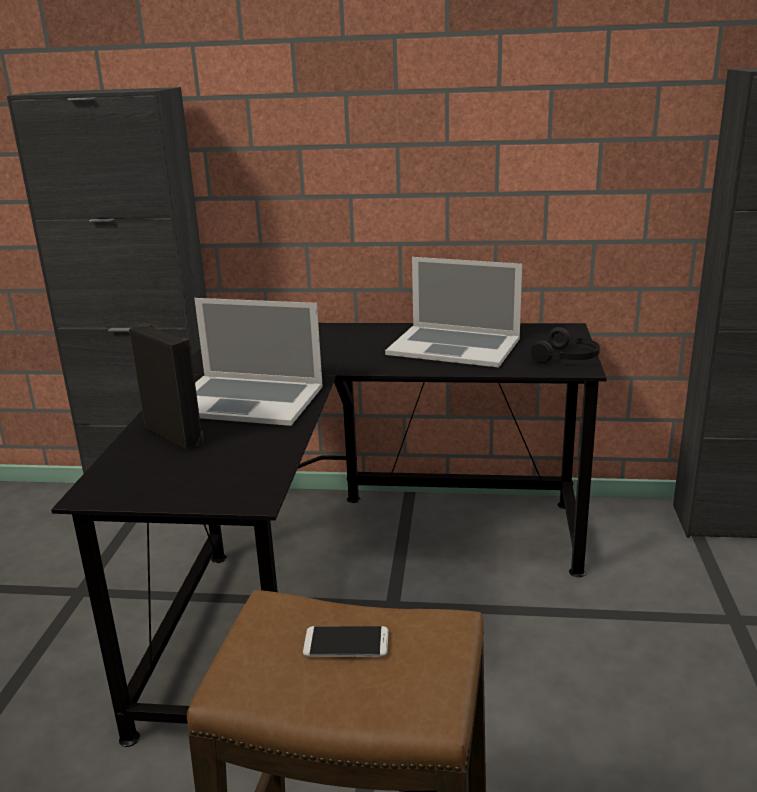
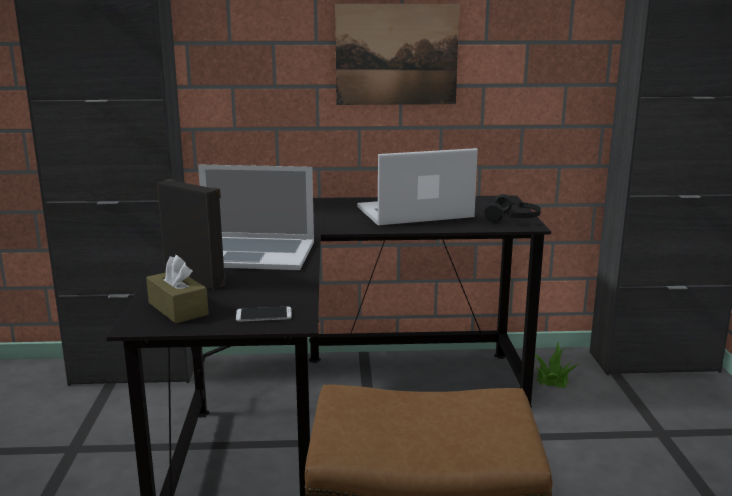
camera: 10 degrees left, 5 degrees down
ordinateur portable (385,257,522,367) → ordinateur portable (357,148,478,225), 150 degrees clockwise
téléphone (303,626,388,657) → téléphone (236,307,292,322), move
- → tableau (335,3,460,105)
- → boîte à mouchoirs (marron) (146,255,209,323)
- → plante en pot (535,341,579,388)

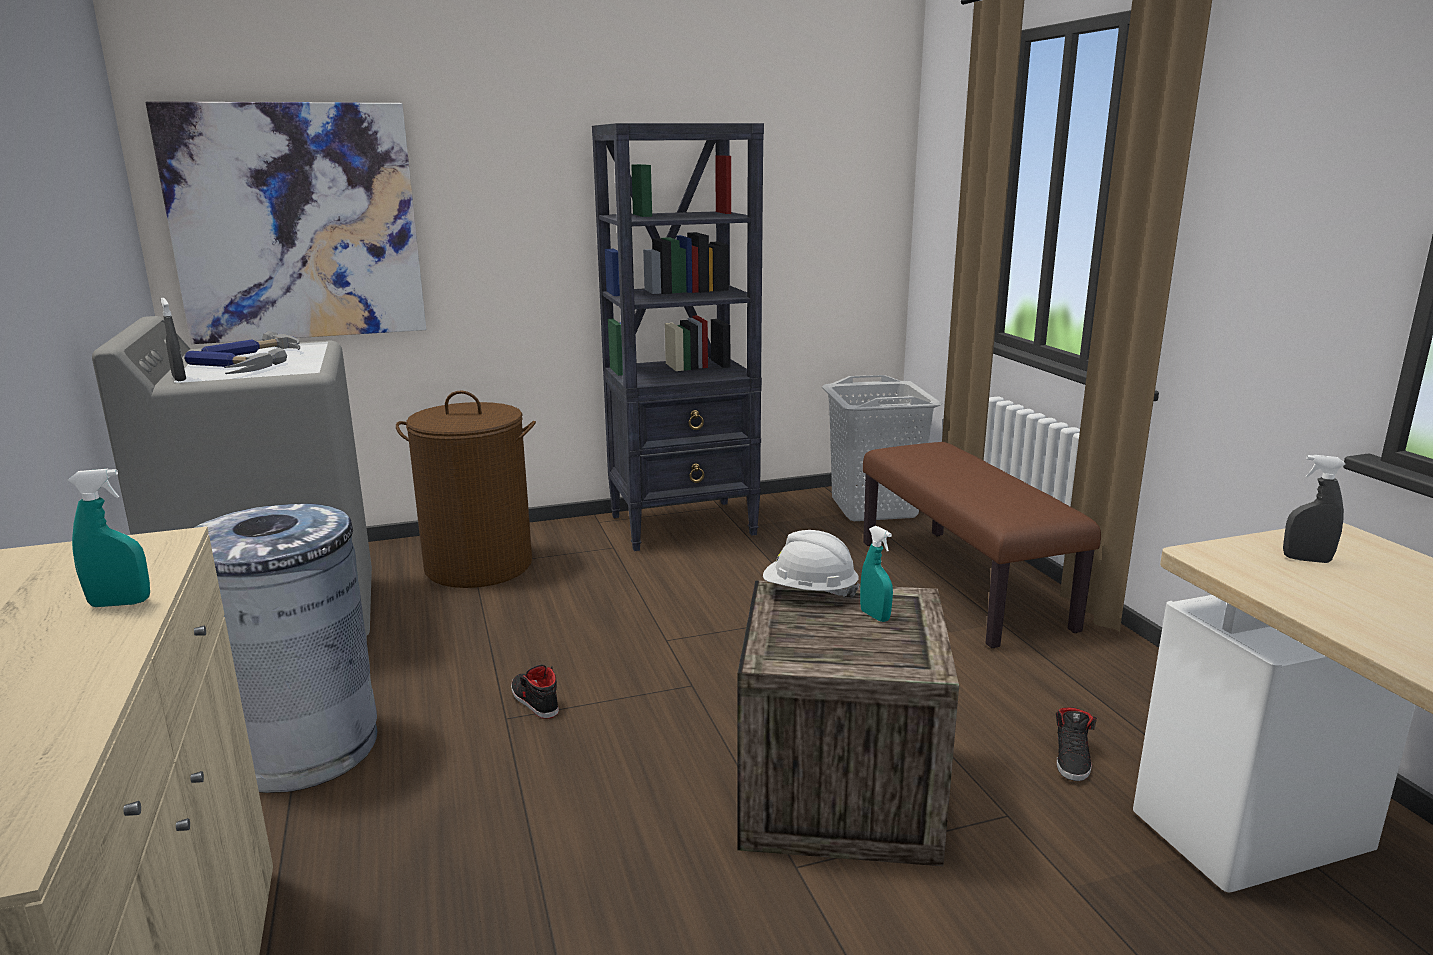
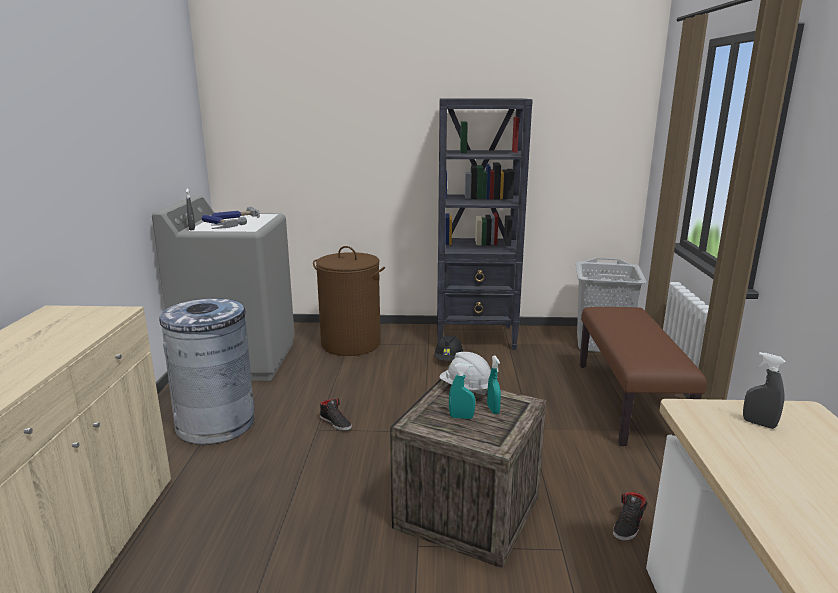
camera: 20 degrees right, 0 degrees up
tableau (146,101,426,344) → -
vaporisateur (turquoise) (68,469,150,607) → vaporisateur (turquoise) (449,363,475,419), move
chaussure (noir) (511,664,559,718) → chaussure (noir) (320,398,352,431), 150 degrees clockwise
- → casque de chantier (noir) (435,335,464,361)

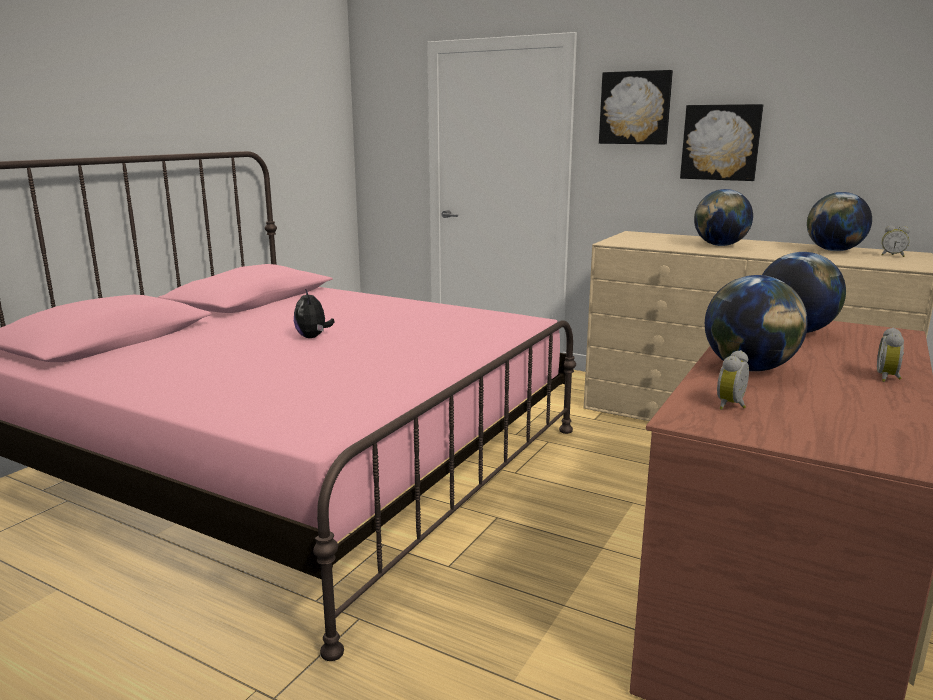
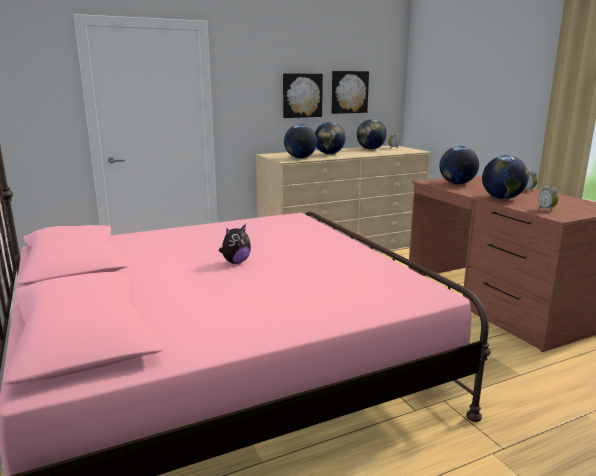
camera: 55 degrees left, 0 degrees up
tableau (599,70,673,145) → tableau (332,71,369,114), move
peluche (294,289,335,338) → peluche (219,224,251,264), 60 degrees counterclockwise
- → globe (284,124,317,158)

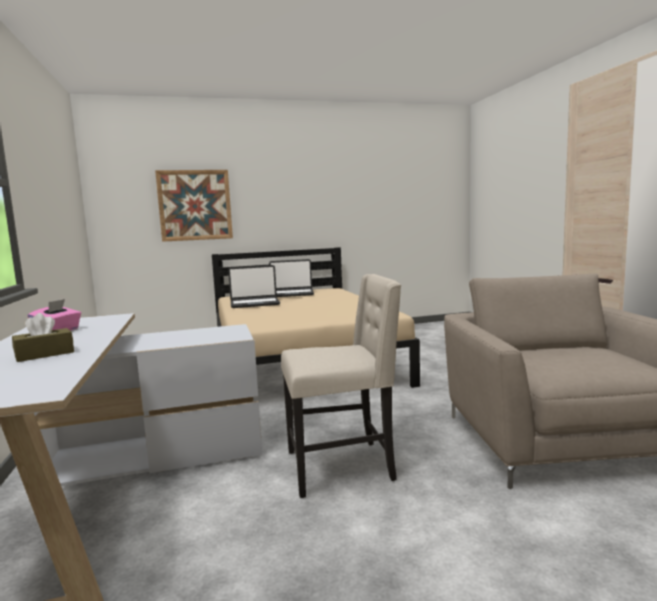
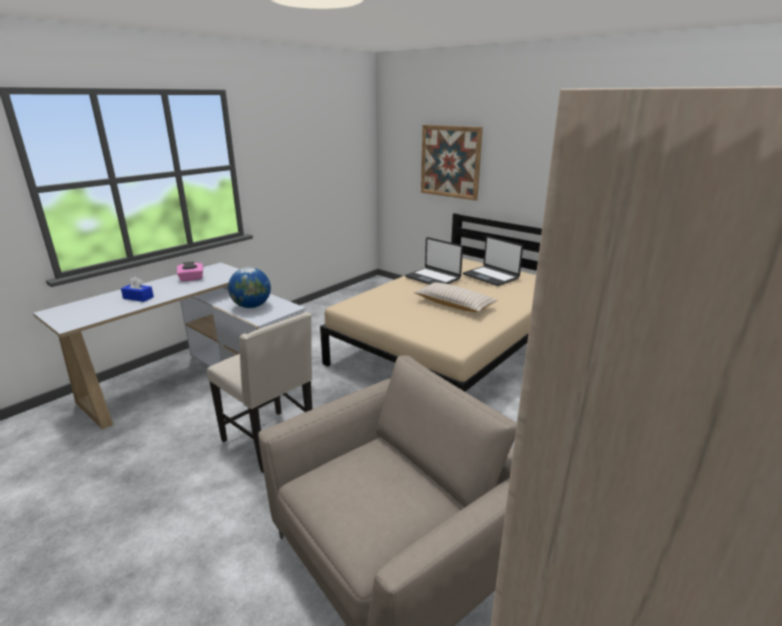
camera: 55 degrees right, 15 degrees up
boîte à mouchoirs (marron) (12,313,74,362) → boîte à mouchoirs (bleu) (121,277,154,302)
- → globe (228,267,271,308)
- → coussin (beige) (414,282,497,312)

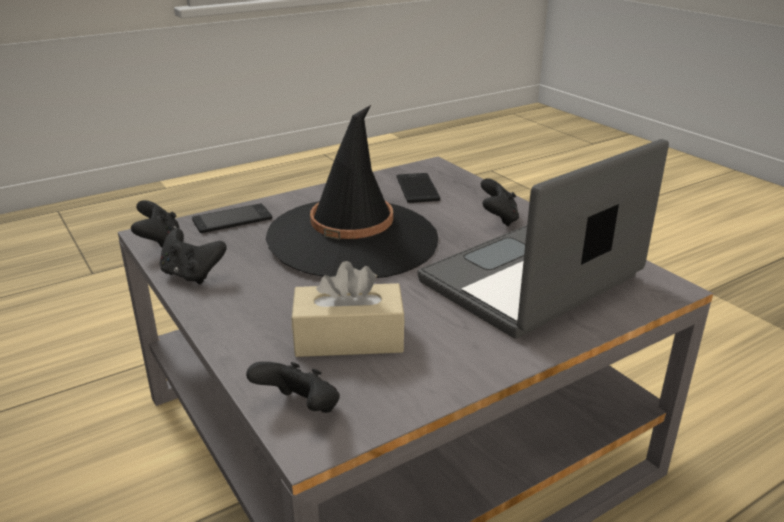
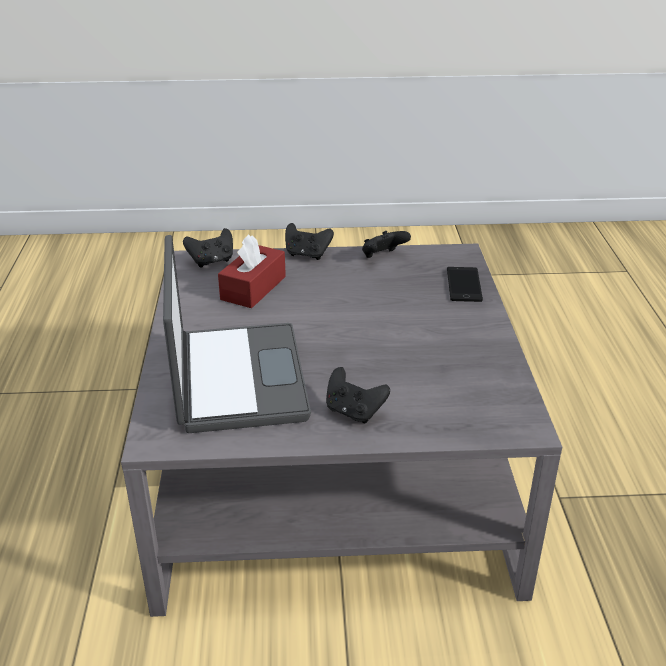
camera: 120 degrees right, 5 degrees up
chapeau (noir) (266,105,438,278) → -
téléphone (397,173,440,203) → -
manette (noir) (131,200,179,247) → manette (noir) (285,223,334,260), move
boîte à mouchoirs (beige) (292,261,405,357) → boîte à mouchoirs (rouge) (218,234,286,308)

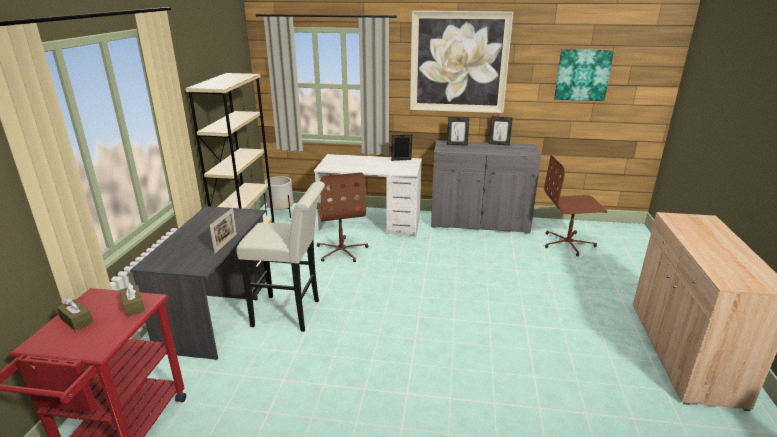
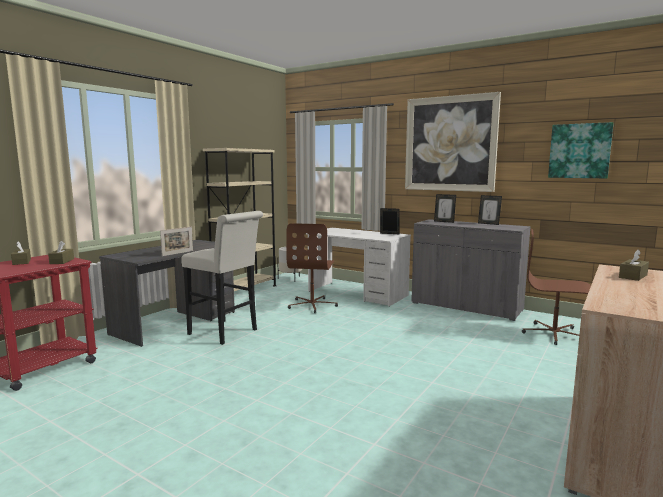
camera: 25 degrees right, 15 degrees down
- → boîte à mouchoirs (marron) (619,250,649,281)

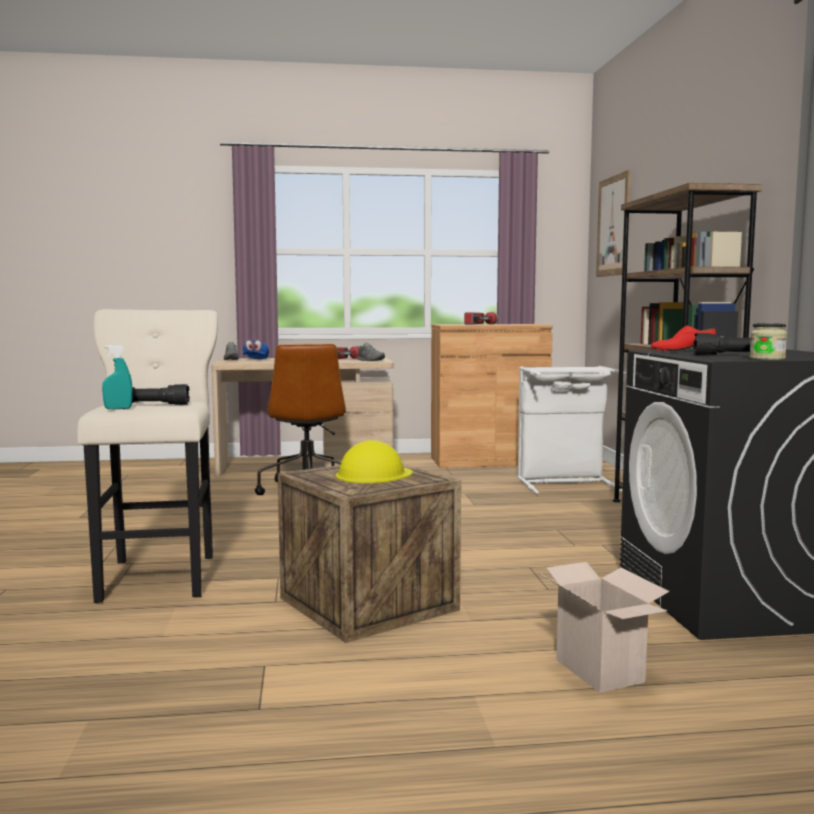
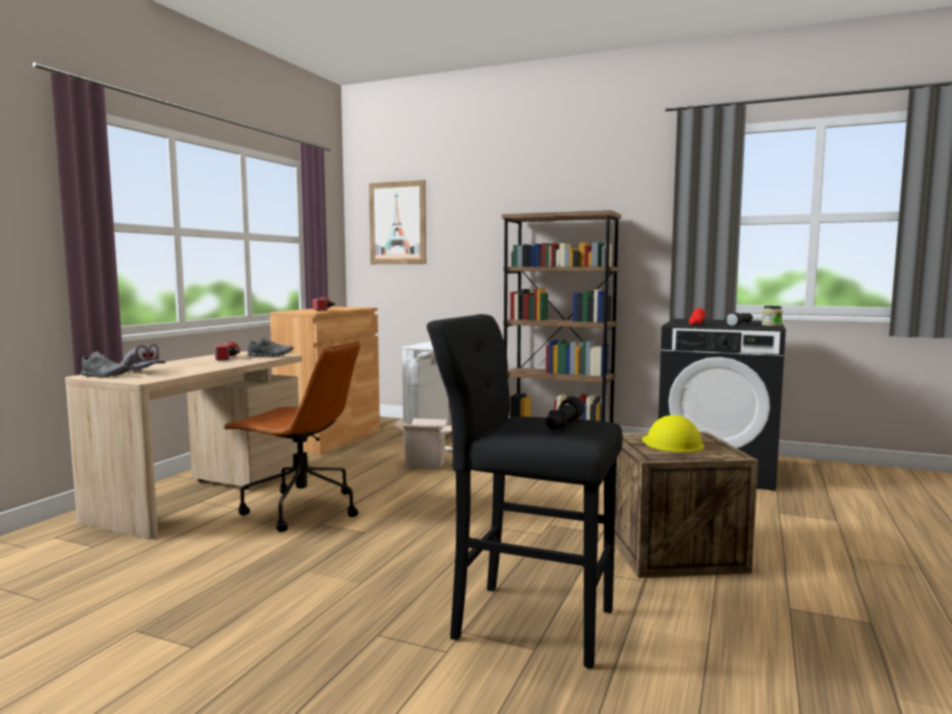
camera: 60 degrees left, 0 degrees up
tabouret (beige) (77,309,218,603) → tabouret (noir) (427,314,623,669)
casquette (bleu) (243,339,269,359) → casquette (gris) (120,344,166,371)
vaporisateur (turquoise) (102,345,133,409) → -
carton (541,562,669,693) → carton (393,419,452,470), move

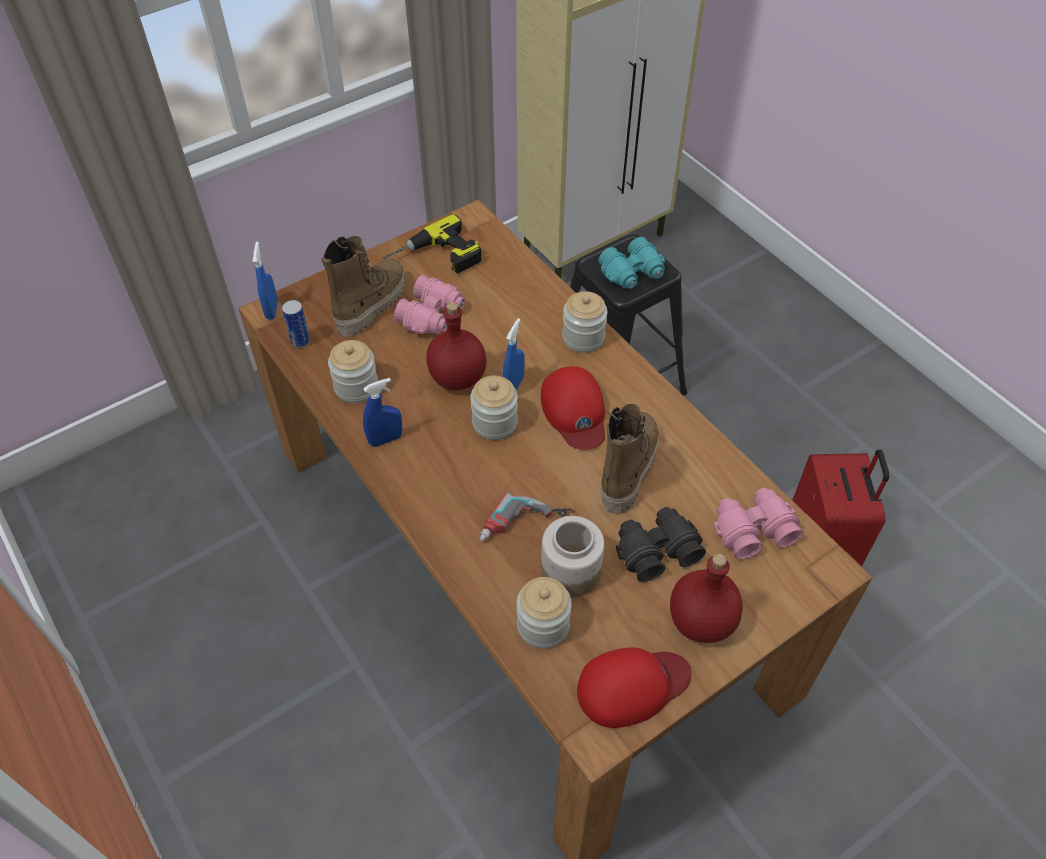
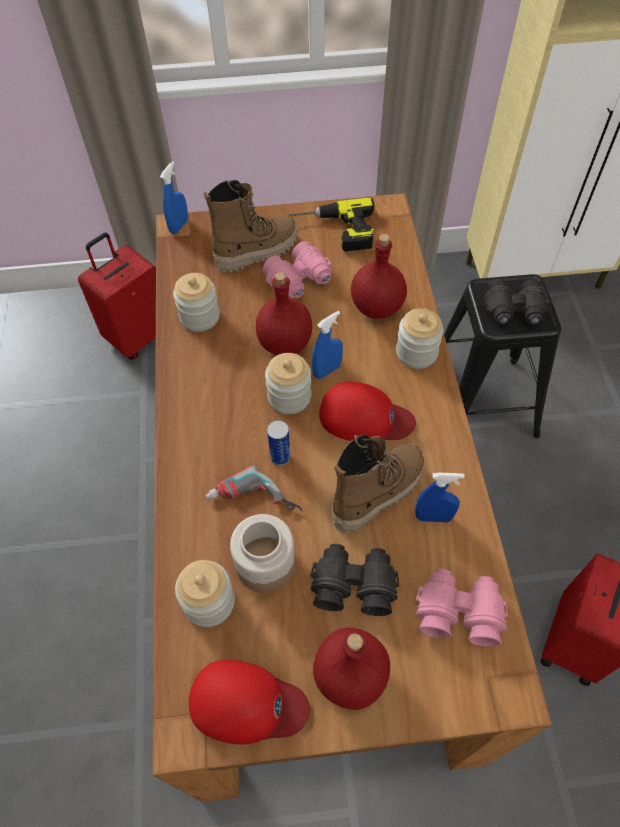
camera: 30 degrees right, 5 degrees up
jumelles (turquoise) (599,237,665,289) → jumelles (noir) (484,279,550,325)
boîte métallique (282,300,310,348) → boîte métallique (267,420,291,465), move
casquette (rouge) (541,366,605,450) → casquette (rouge) (319,382,416,441), 90 degrees counterclockwise
vaporisateur (bleu) (363,378,402,447) → vaporisateur (bleu) (415,473,465,522), move
- → valise (rouge) (78,233,156,360)
- → bouteille (rouge) (351,234,407,319)

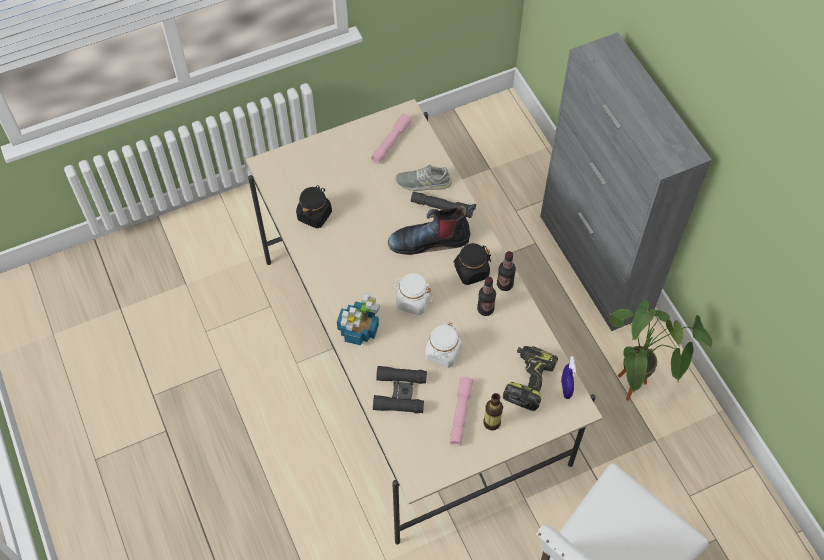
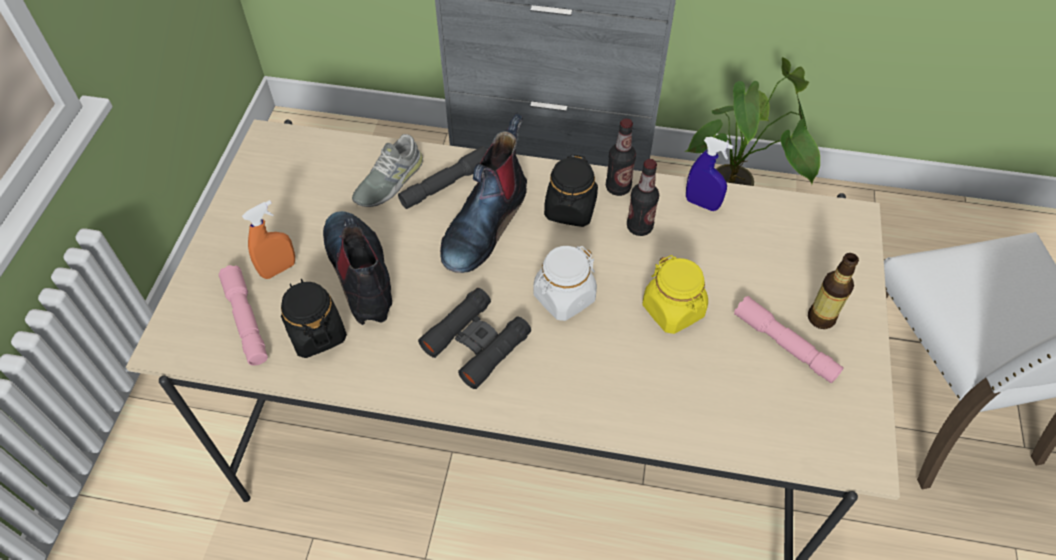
camera: 55 degrees left, 5 degrees down
lampe de poche (rose) (371,114,412,164) → lampe de poche (rose) (218,265,268,366), move
plante en pot (337,293,380,346) → -
bocal (blanc) (425,322,462,368) → bocal (jaune) (642,255,708,334)
perceuse (503,346,558,411) → -
vaporisateur (bleu) (561,356,576,399) → vaporisateur (bleu) (686,137,733,211), move
jumelles (noir) (373,366,427,414) → jumelles (noir) (418,288,531,389), move
- → vaporisateur (orange) (242,200,295,279)
- → botte (323,211,392,325)

